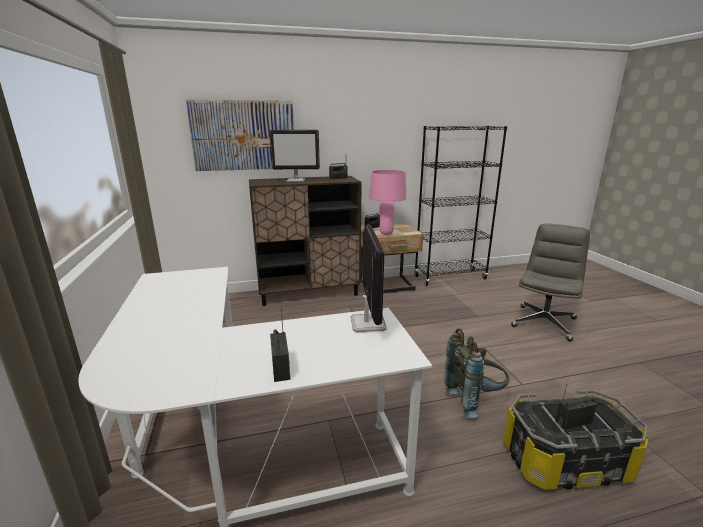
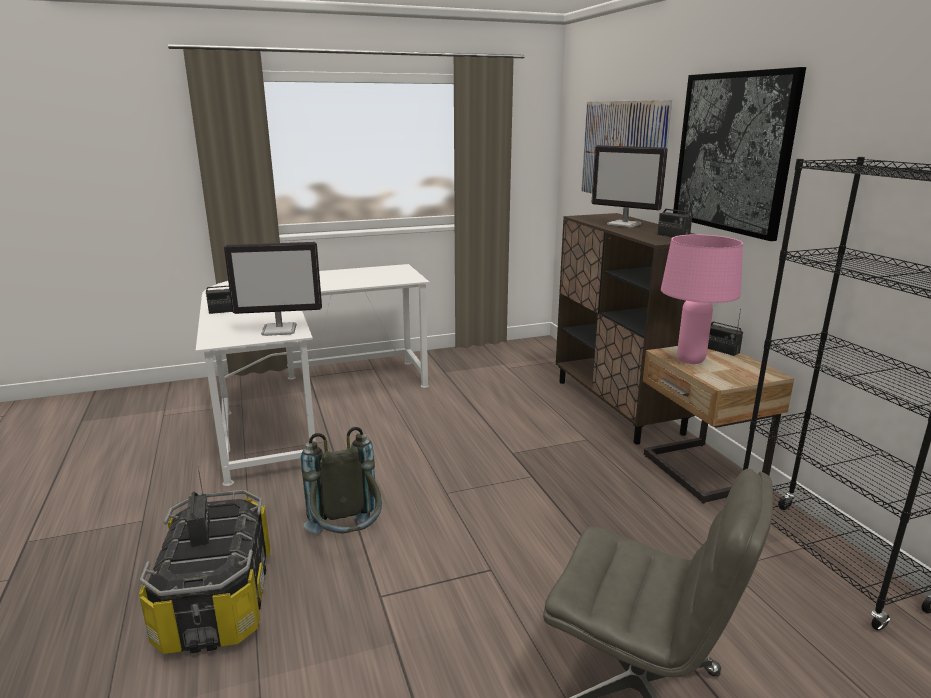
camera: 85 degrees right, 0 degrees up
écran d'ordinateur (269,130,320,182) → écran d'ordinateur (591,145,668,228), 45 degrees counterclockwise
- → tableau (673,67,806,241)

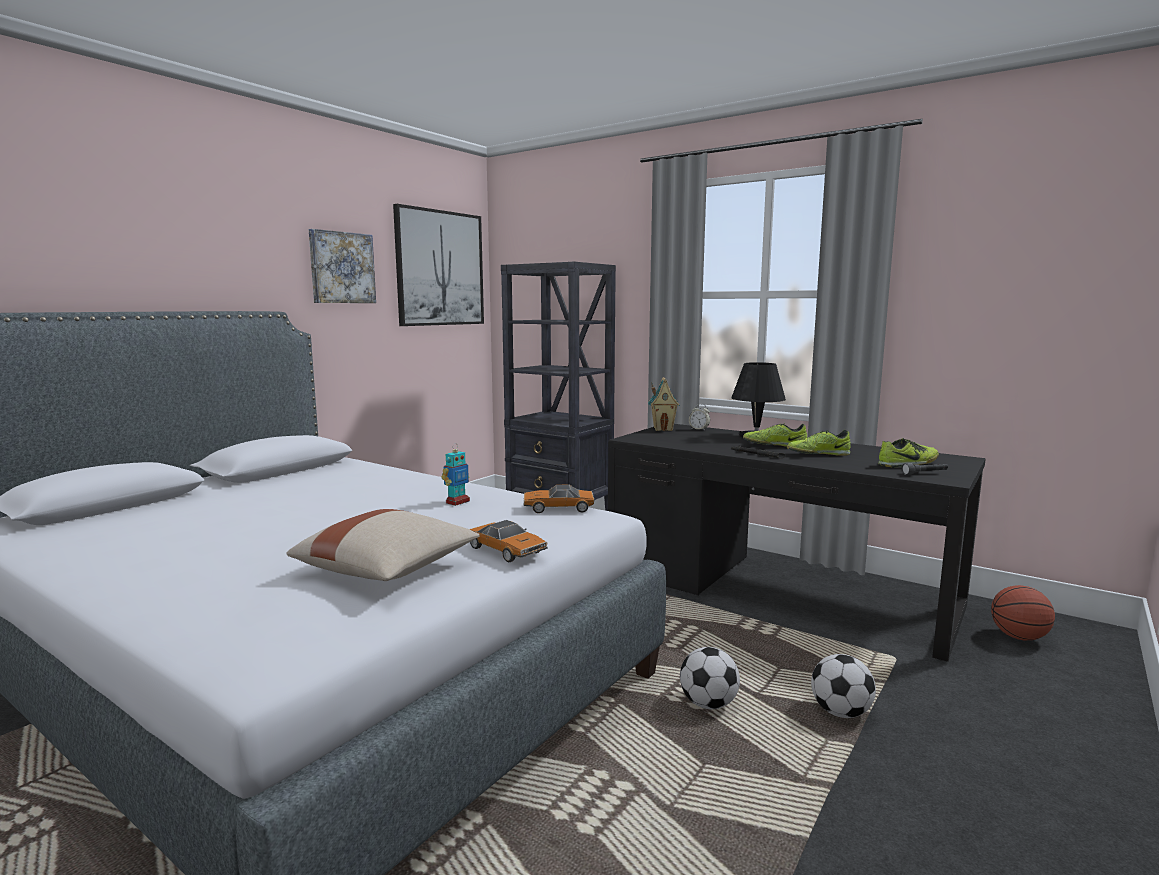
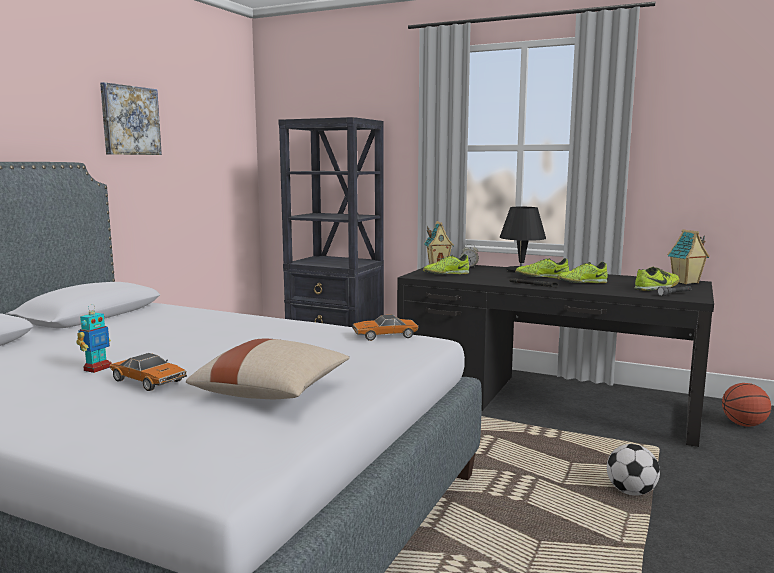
camera: 10 degrees left, 0 degrees up
tableau (393,204,484,326) → -
robot jouet (442,443,470,506) → robot jouet (76,304,112,373), move
petite voiture (469,520,548,562) → petite voiture (109,353,187,391), move
ballon de foot (680,647,740,709) → -
- → maison miniature (667,229,710,284)
- → chaussure (423,254,469,274)

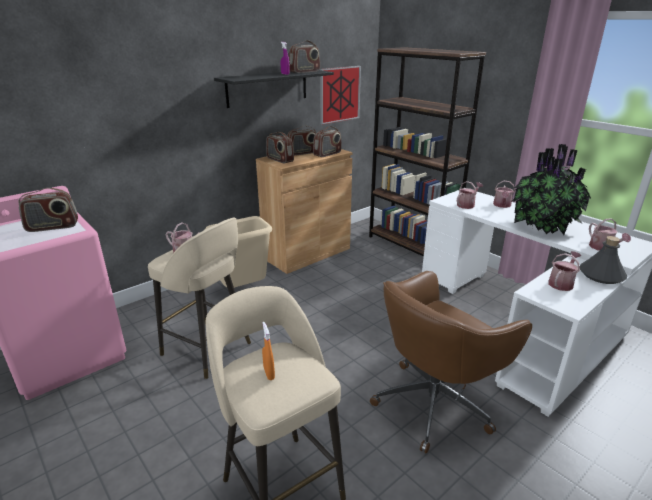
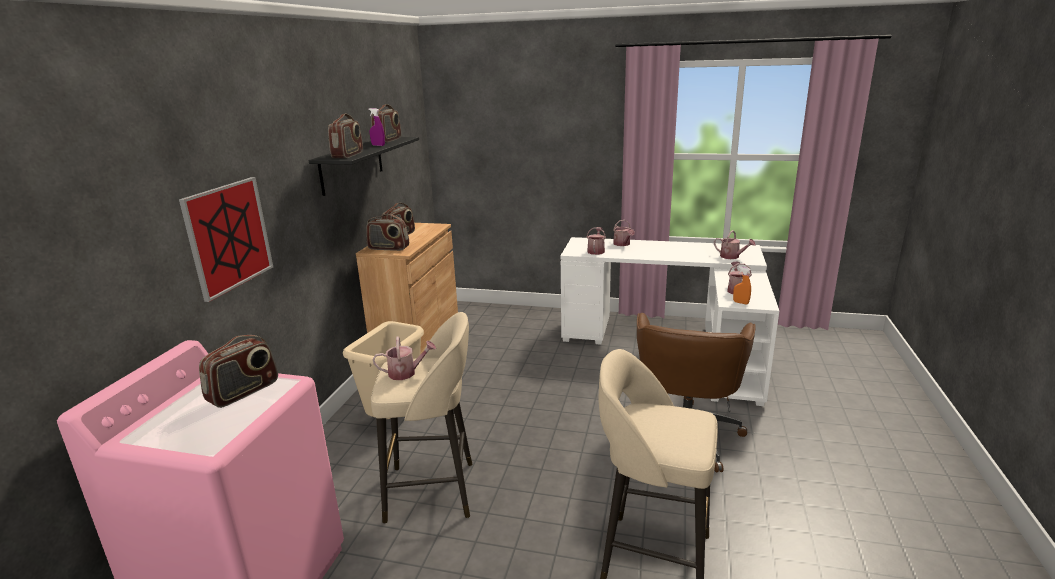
camera: 35 degrees left, 5 degrees down
bibliothèque (marron) (369,47,486,257) → -
tableau (320,66,361,125) → tableau (179,177,273,302), move
radio (313,126,342,157) → radio (328,113,363,158), move
plante en pot (511,144,591,235) → -
bouteille (gris) (579,236,627,284) → -
vaporisateur (orange) (262,322,275,380) → vaporisateur (orange) (733,266,751,304), move

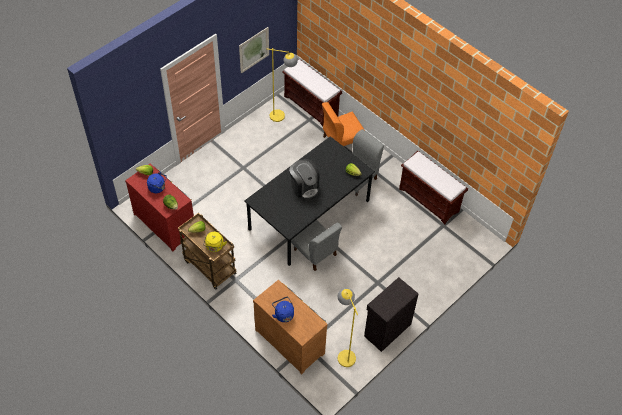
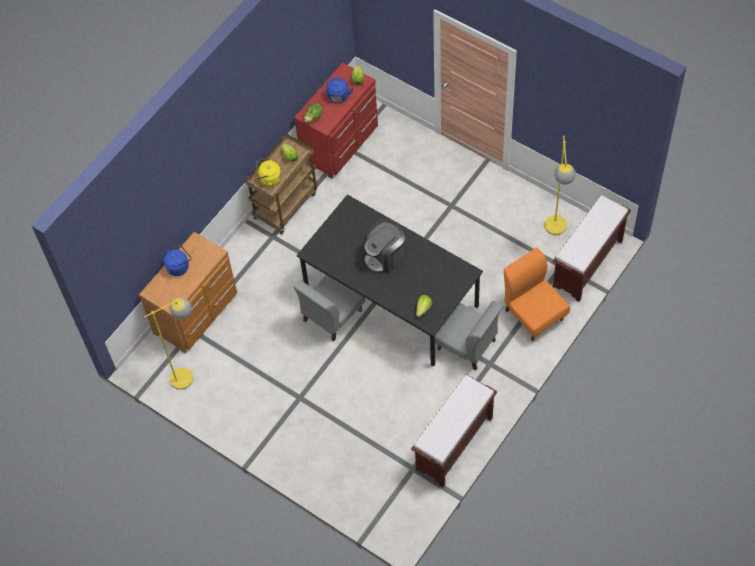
camera: 85 degrees right, 5 degrees up
tableau (239,27,269,73) → -
meuble de rangement (noir) (364,277,418,352) → -

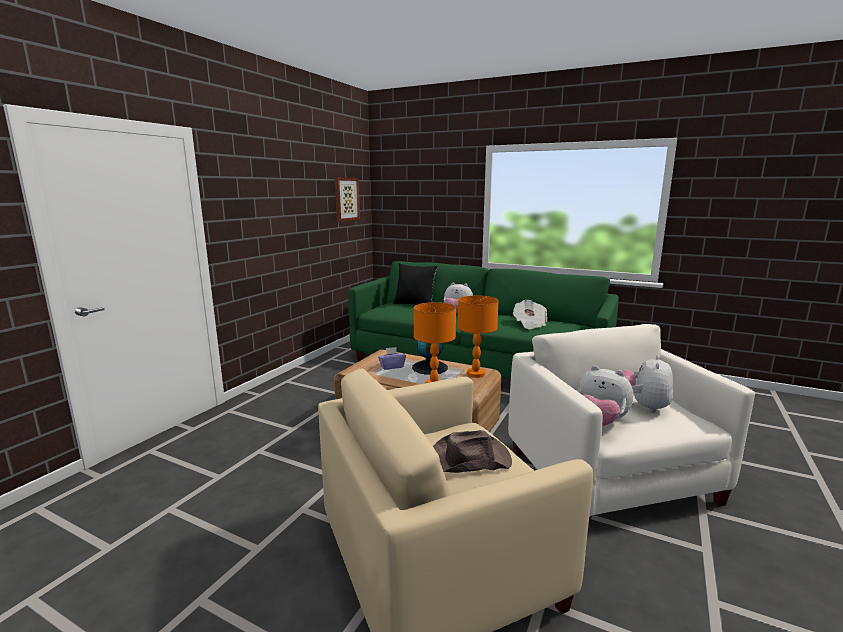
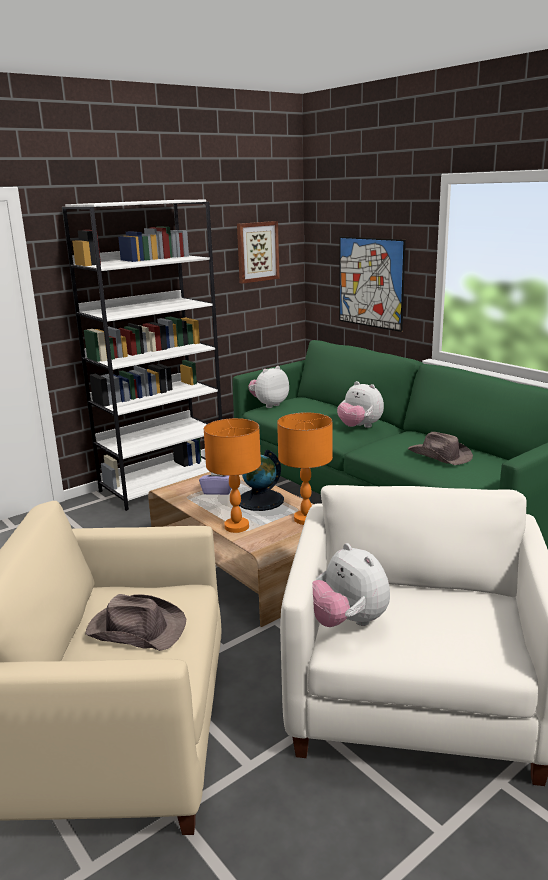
camera: 25 degrees right, 5 degrees up
coussin (noir) (393,263,437,305) → -
journal (513,300,547,329) → chapeau (marron) (408,432,473,465)
peluche (622,355,673,413) → peluche (248,366,289,408), move
- → bibliothèque (blanc) (62,200,222,511)
- → tableau (339,236,406,332)

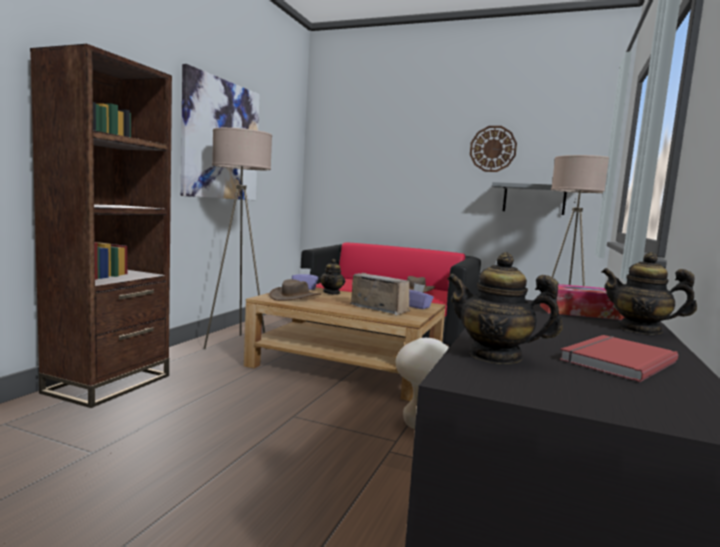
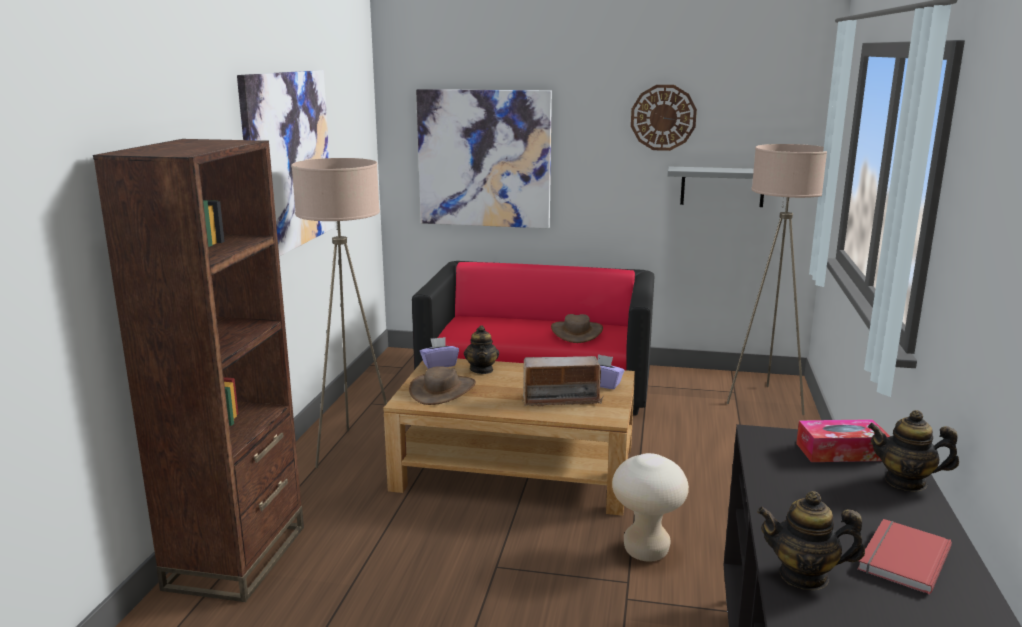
camera: 10 degrees left, 10 degrees up
radio (350,273,412,315) → radio (522,356,603,407), 150 degrees clockwise
- → tableau (416,89,552,228)

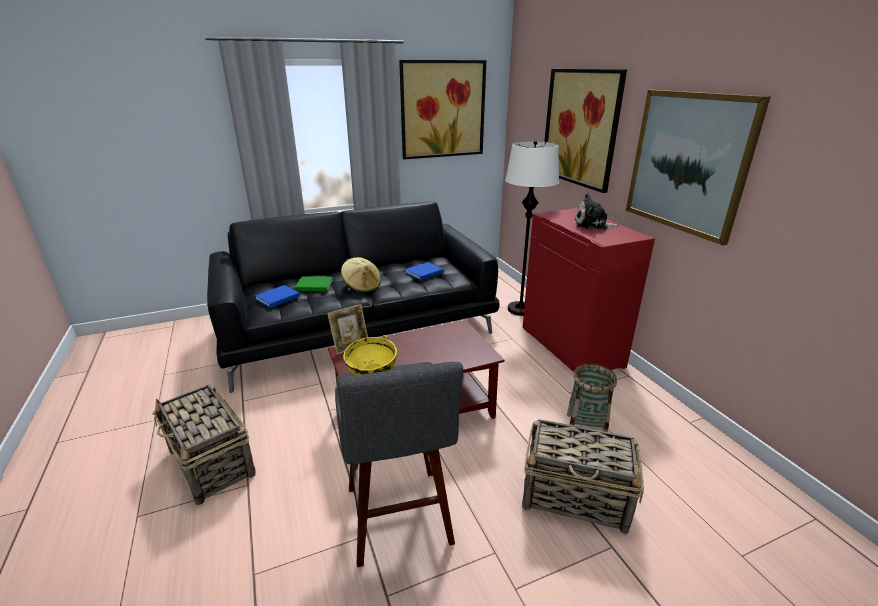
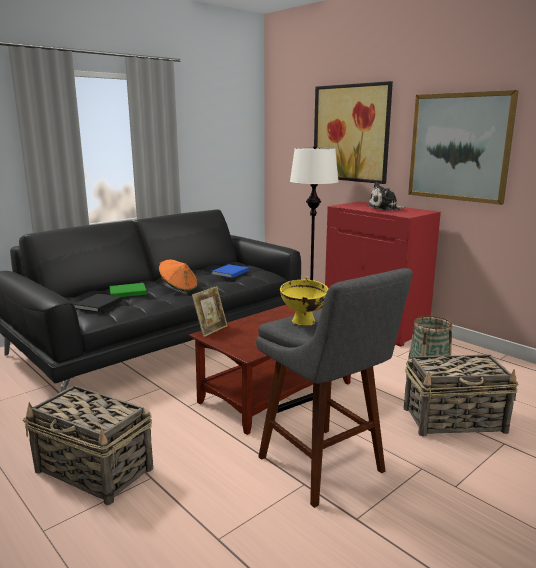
camera: 20 degrees left, 10 degrees down
tableau (399,60,486,159) → -
chapeau (beige) (341,257,381,293) → chapeau (orange) (159,260,198,292)
livre (bleu) (255,285,300,308) → livre (noir) (73,294,122,312)

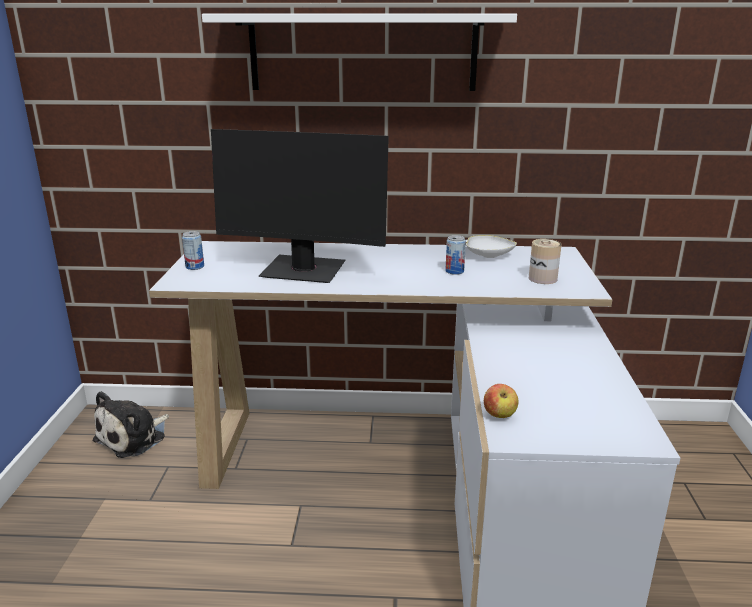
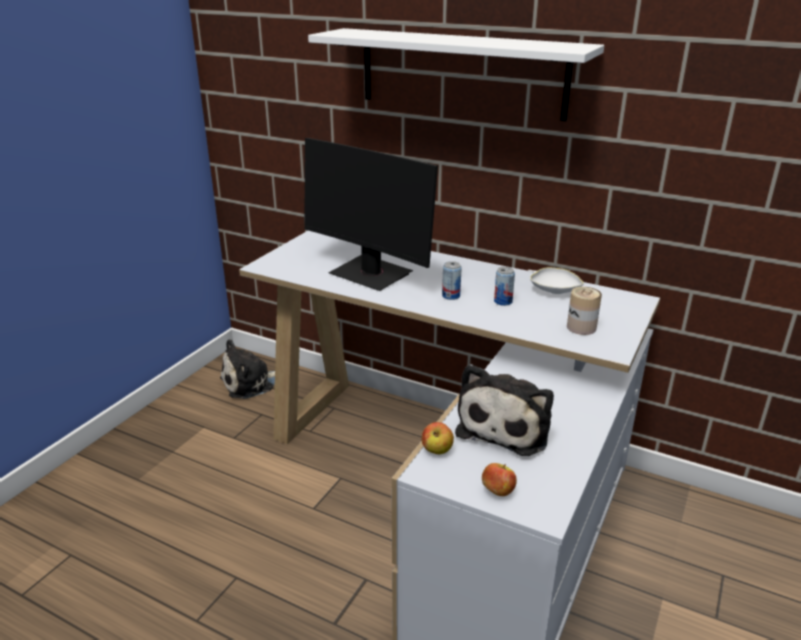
camera: 25 degrees right, 5 degrees up
boîte métallique (182,231,204,270) → boîte métallique (442,261,462,300), move
- → peluche (455,364,554,456)
- → pomme (482,463,517,496)

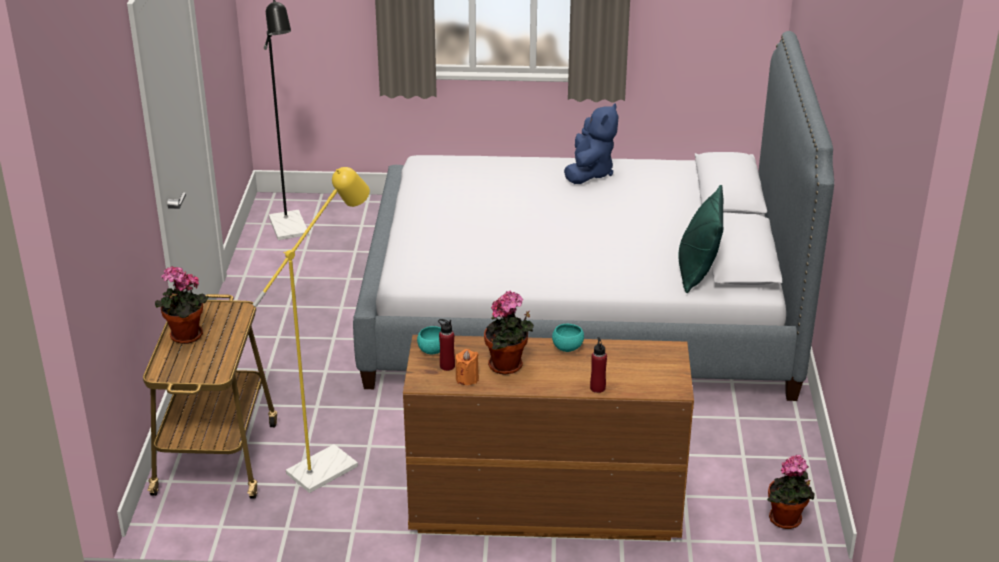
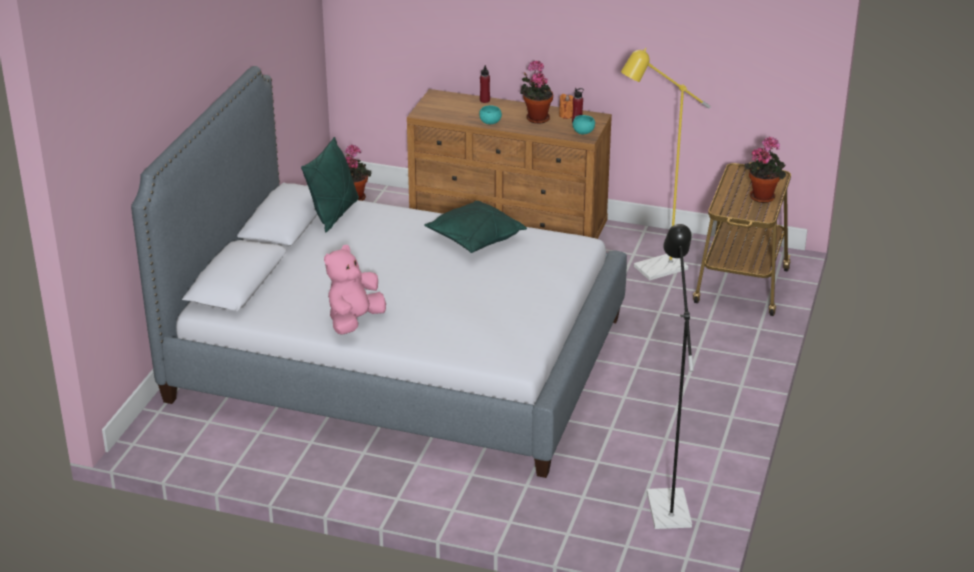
camera: 165 degrees left, 0 degrees up
peluche (bleu) (564,103,619,184) → peluche (rose) (324,245,386,335)
- → coussin (vert) (424,201,527,253)

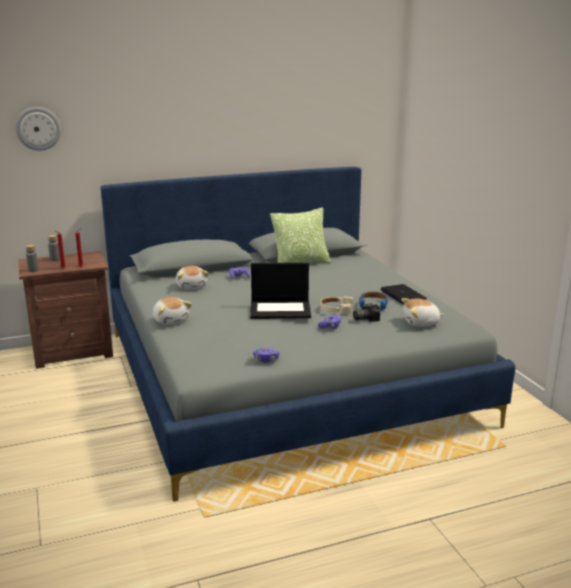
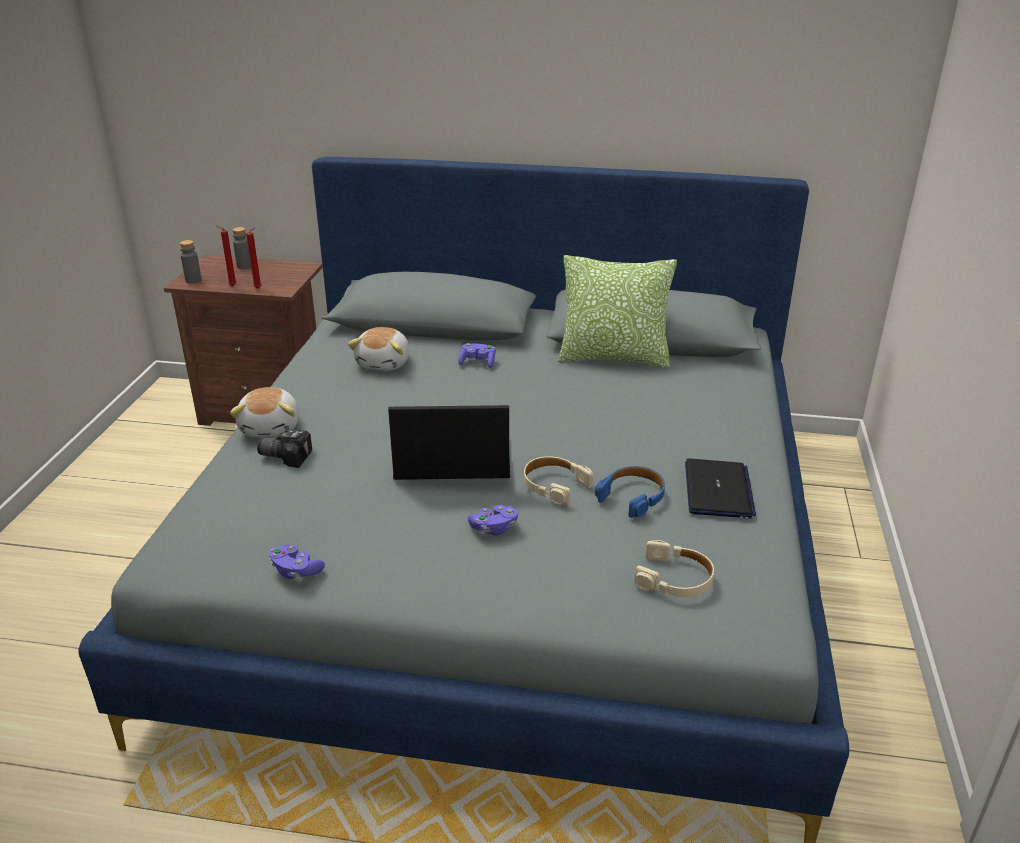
camera: 30 degrees right, 10 degrees up
horloge murale (15,107,61,151) → -
ordinateur portable (250,263,311,319) → ordinateur portable (388,405,510,480), 150 degrees clockwise
peluche (401,298,444,327) → casque audio (beige) (635,540,714,597)
appareil photo (353,303,380,322) → appareil photo (257,430,312,468), move

